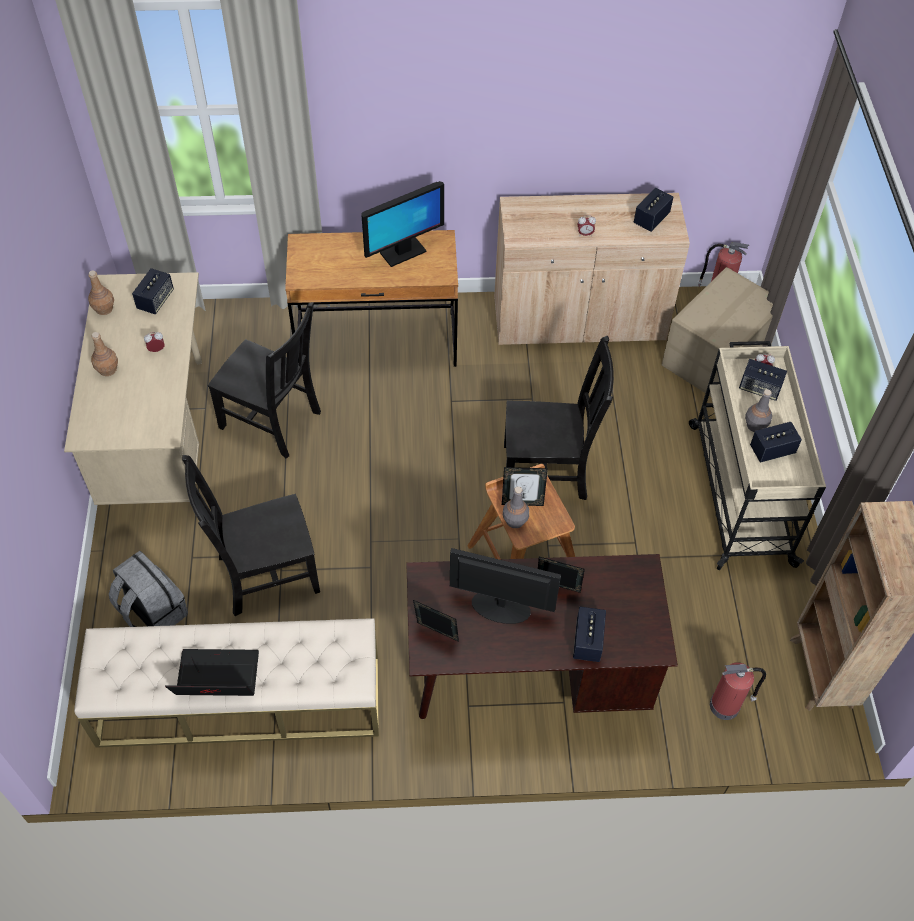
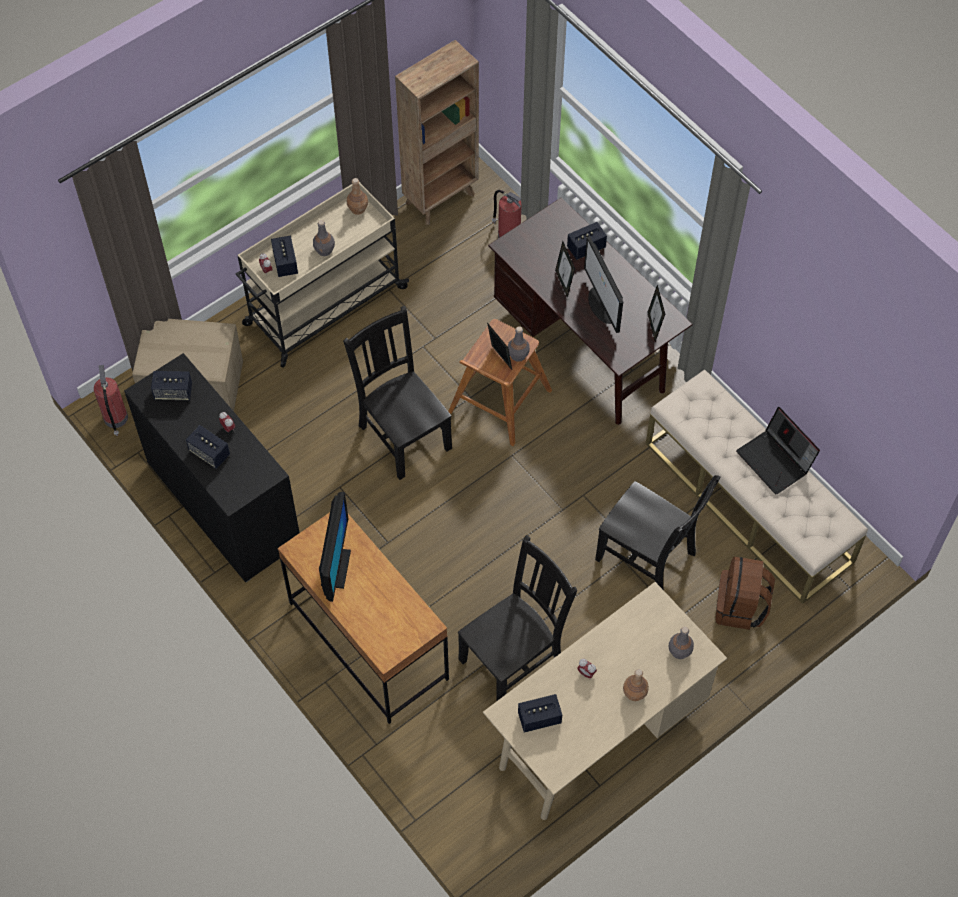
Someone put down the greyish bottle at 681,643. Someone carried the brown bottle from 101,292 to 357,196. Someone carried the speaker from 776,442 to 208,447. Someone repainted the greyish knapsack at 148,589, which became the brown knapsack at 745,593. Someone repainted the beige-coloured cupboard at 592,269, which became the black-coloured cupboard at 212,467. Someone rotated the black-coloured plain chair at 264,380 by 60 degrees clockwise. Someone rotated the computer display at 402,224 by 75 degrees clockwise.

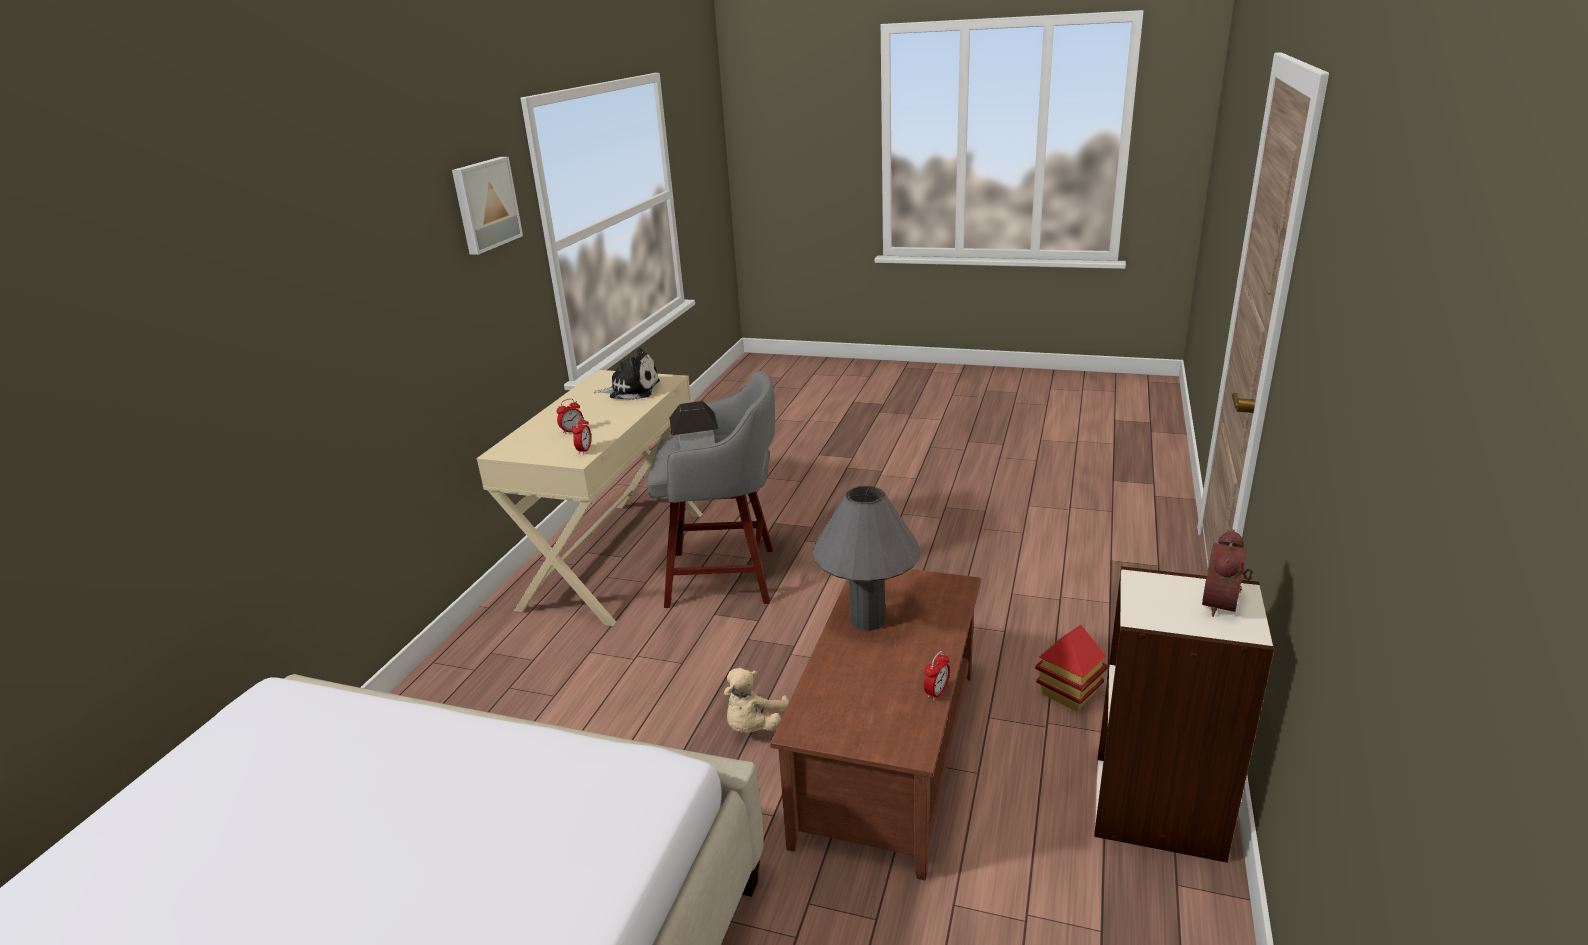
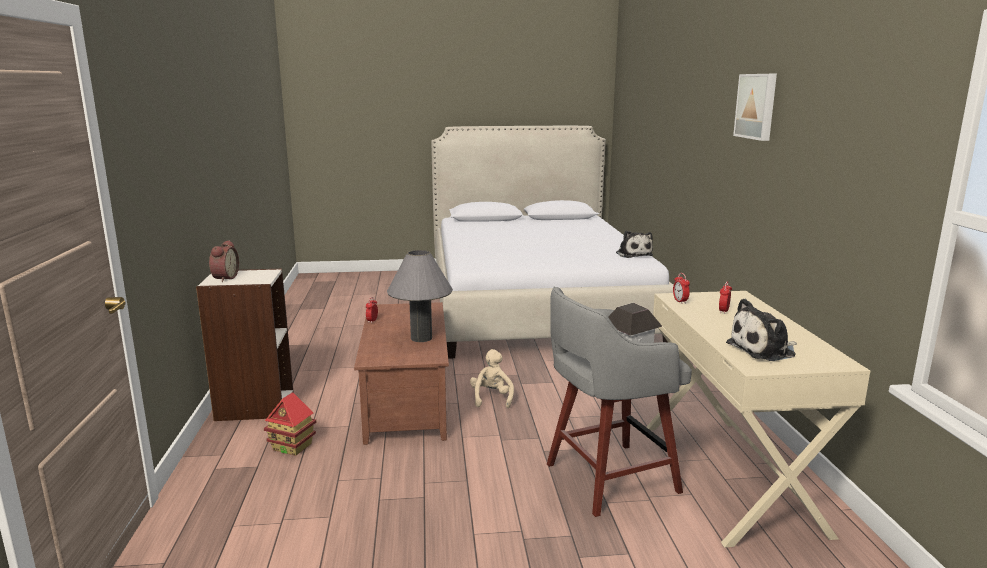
Someone put down the plush toy at 634,244. Someone carried the wall picture from 487,206 to 755,107.

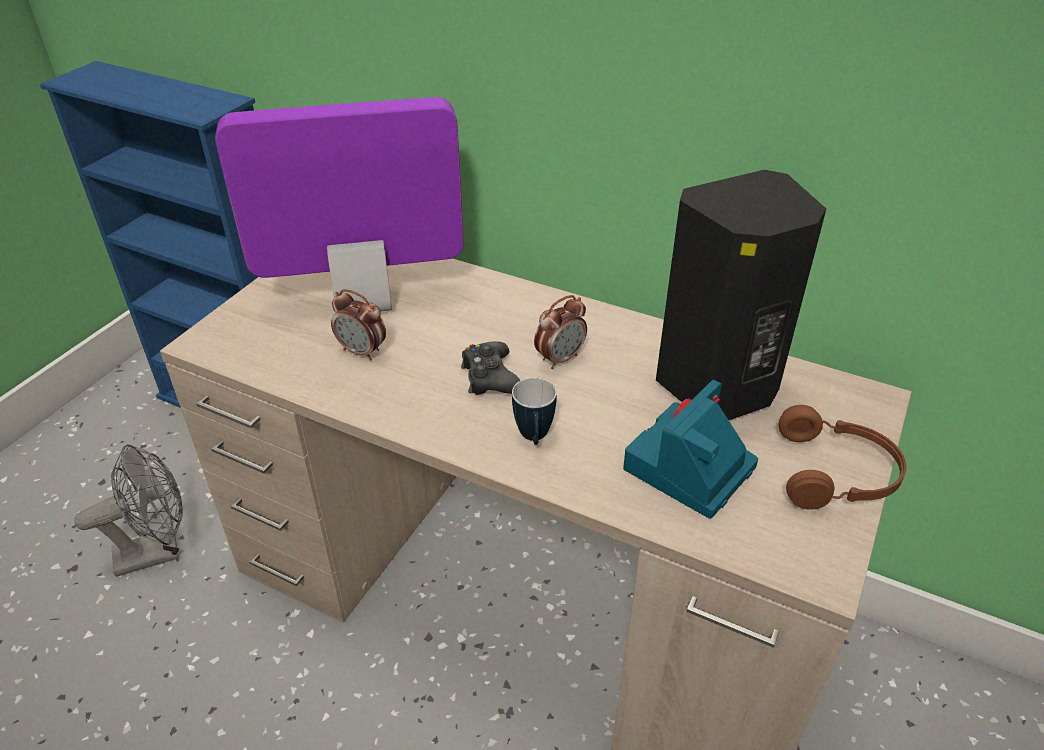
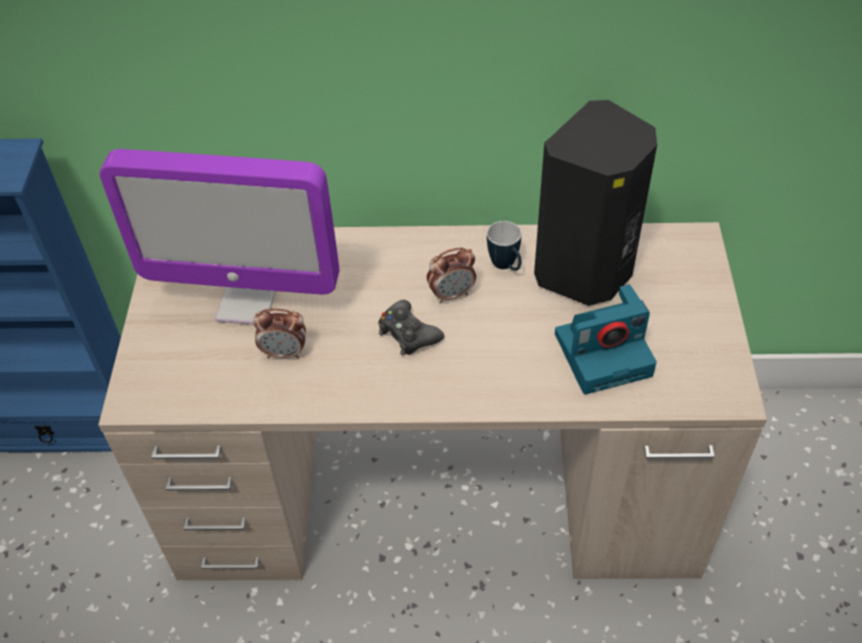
Someone took away the greyish fan at 128,510. Someone took away the brown headset at 842,457. Someone carried the mug from 534,411 to 504,246. Someone rotated the computer display at 339,204 by 135 degrees counterclockwise. Someone rotated the table clock at 560,332 by 45 degrees clockwise. Someone rotated the still camera at 690,449 by 120 degrees counterclockwise.

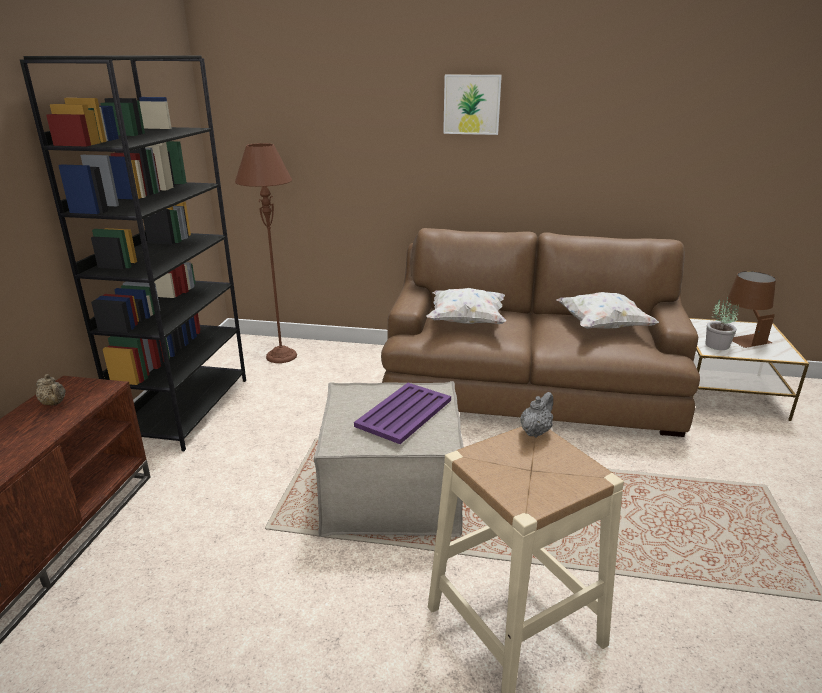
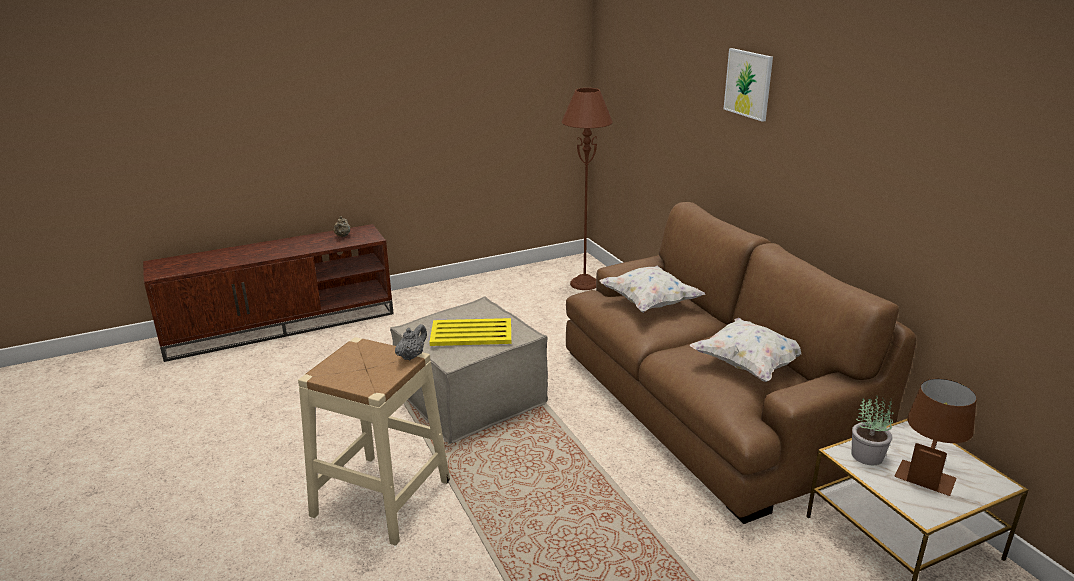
Someone took away the black-coloured shelving unit at 133,253. Someone repainted the purple tray at 402,413, which became the yellow-coloured tray at 470,332. Someone rotated the greyish pot for tea at 536,415 by 60 degrees counterclockwise.

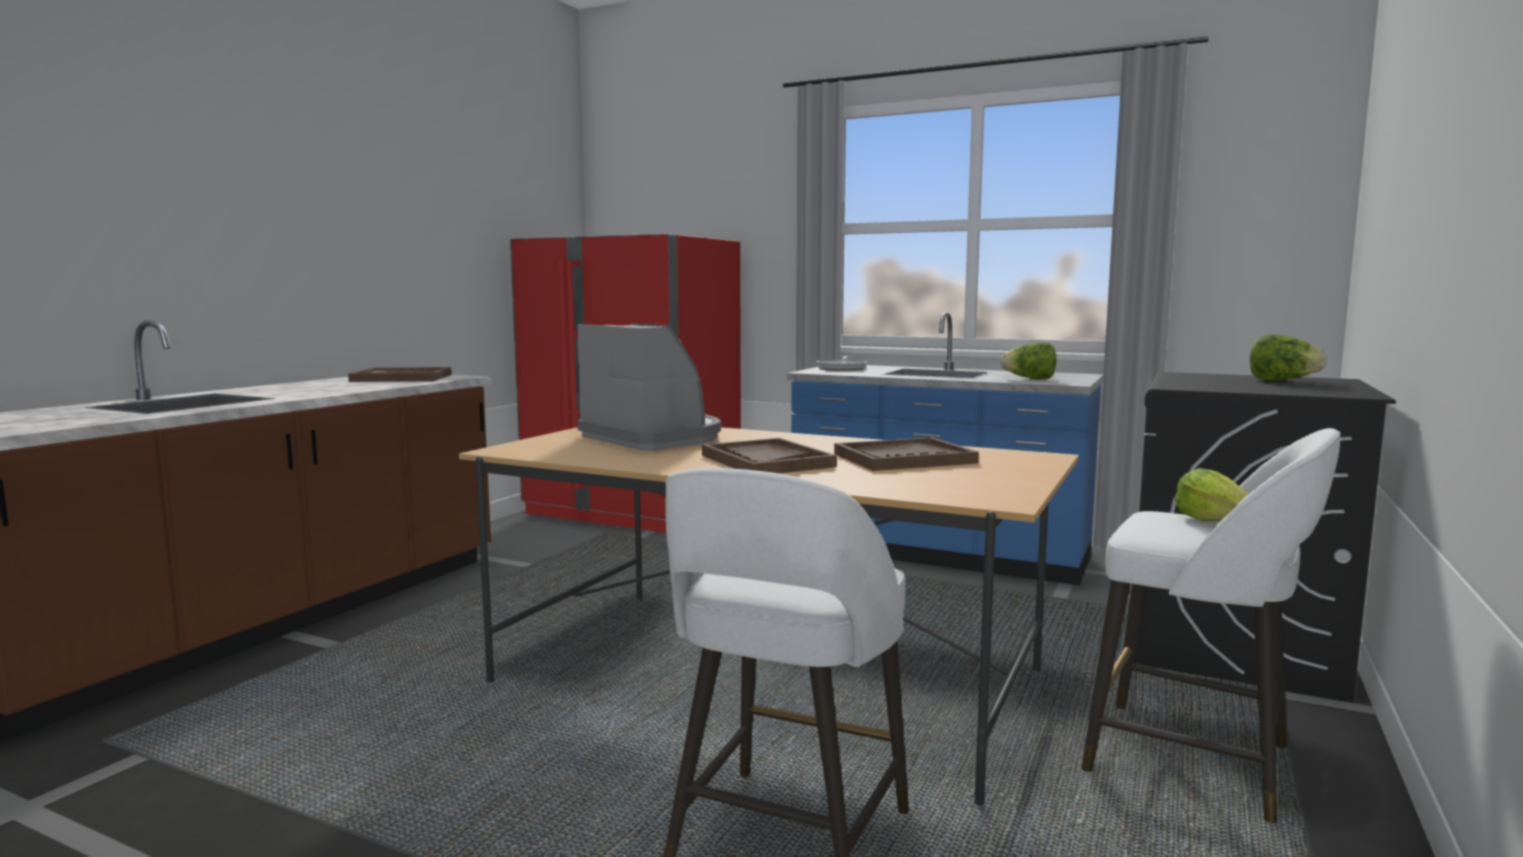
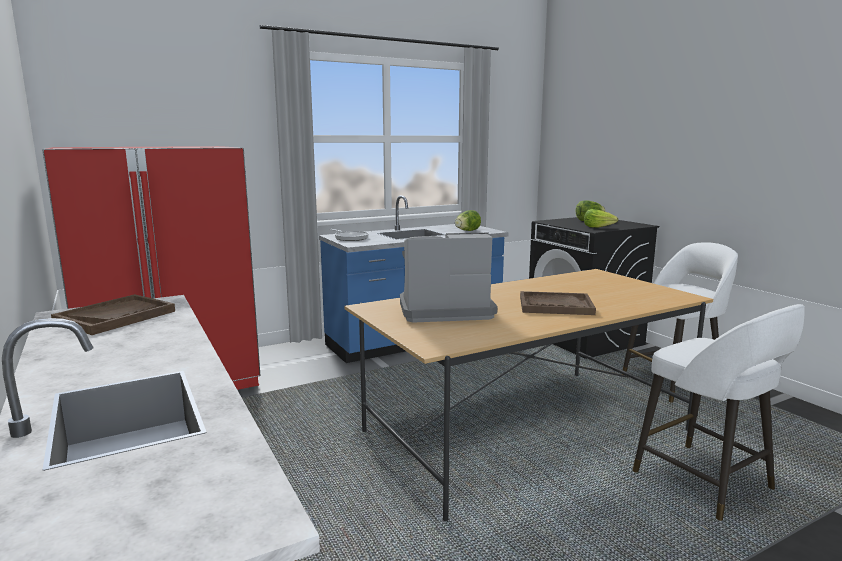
Someone took away the brown tray at 906,454. Someone carried the head of lettuce from 1211,494 to 601,218.

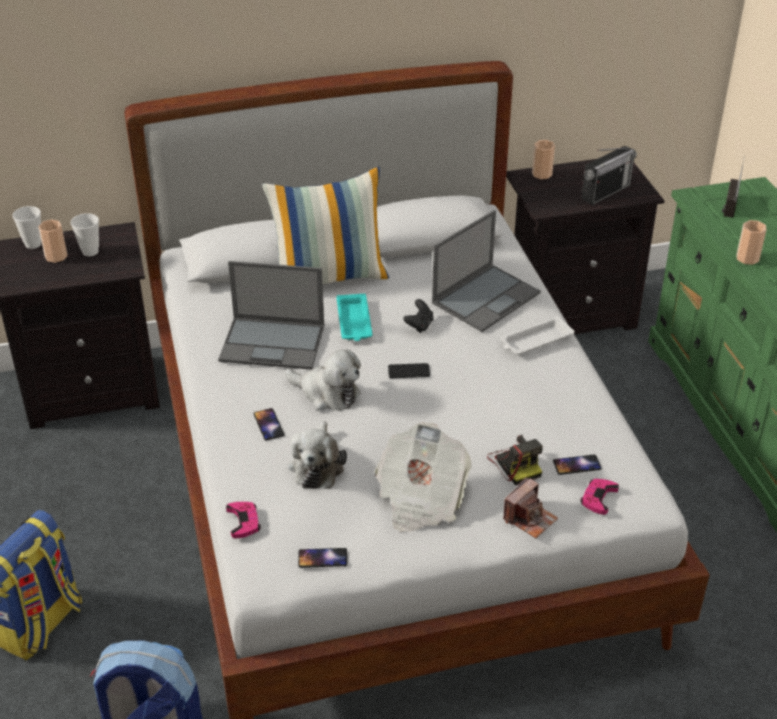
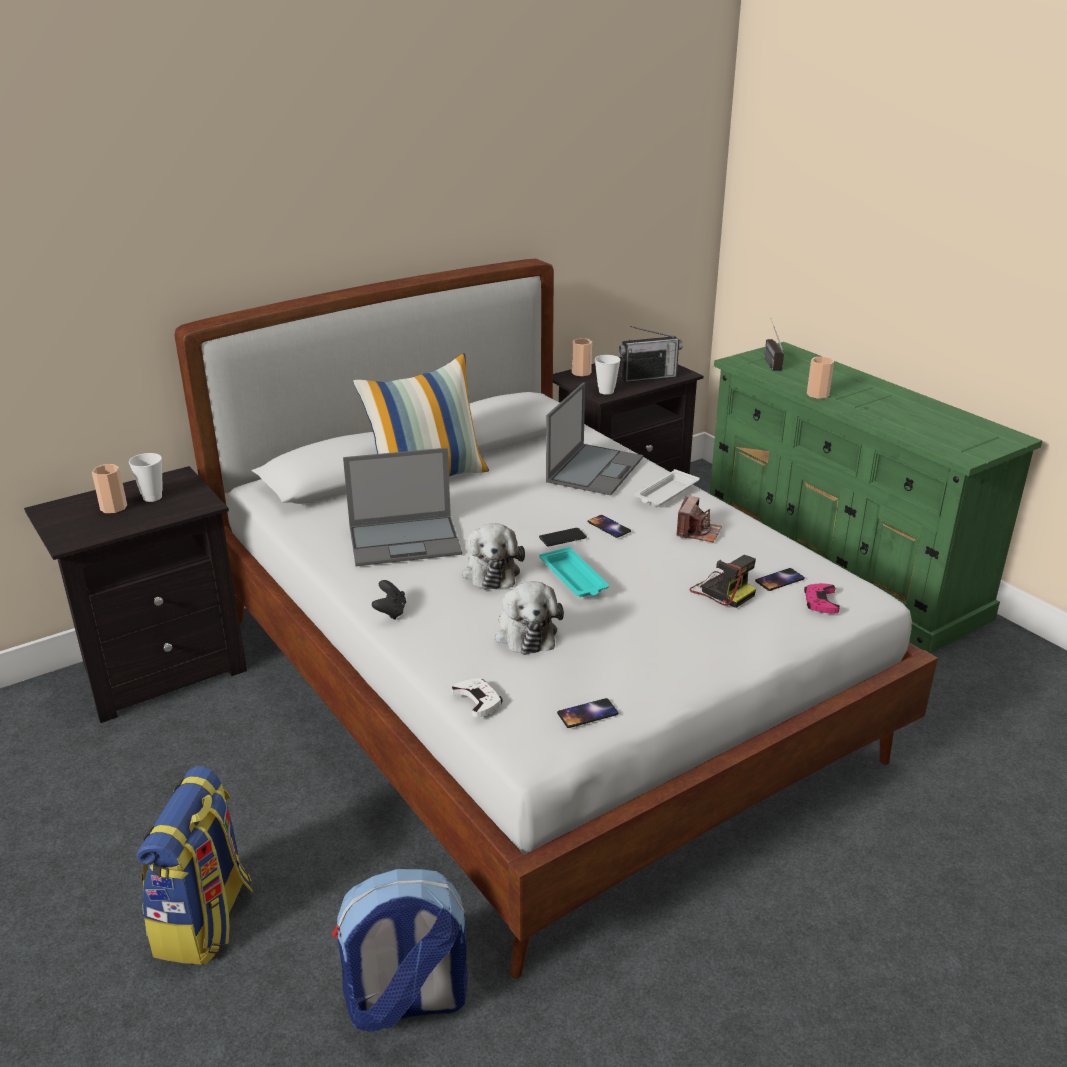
Someone took away the daily paper at 423,477. Someone carried the drinking cup from 27,227 to 608,375. Someone carried the handset from 268,424 to 609,526. Someone carried the turquoise-coloured tray from 354,317 to 574,572. Someone carried the black-coloured gamepad from 418,316 to 389,600. Someone carried the still camera from 530,507 to 699,519. Someone repainted the pinkish gamepad at 243,520, which became the white gamepad at 477,698. Someone rotated the plush toy at 323,380 by 75 degrees clockwise. Someone rotated the radio receiver at 609,175 by 45 degrees clockwise.

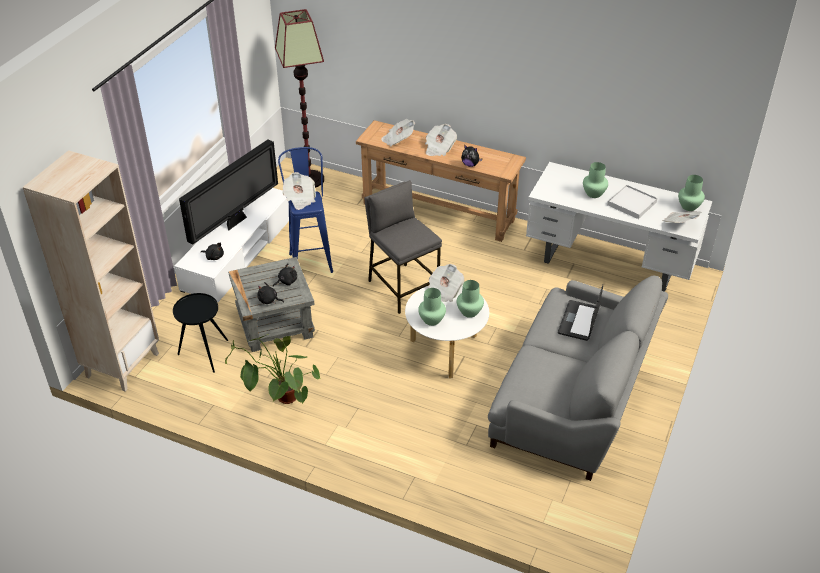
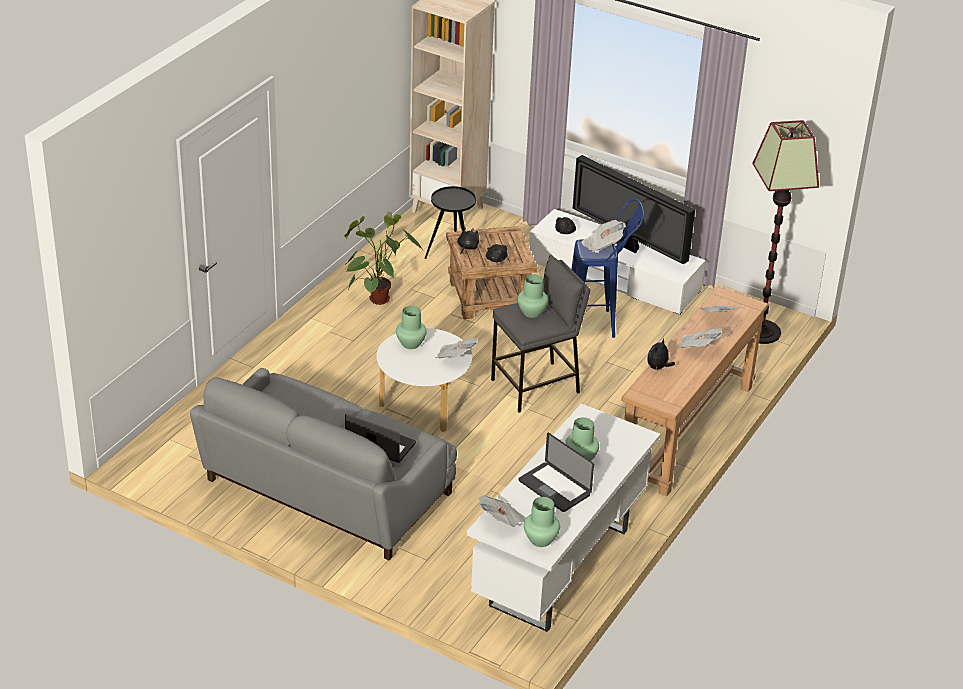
Someone carried the green decorative vase from 470,299 to 533,296. Someone swapped the white tray at 632,202 for the laptop at 556,472. Someone repainted the greyish side table at 271,304, which became the brown side table at 492,272.

